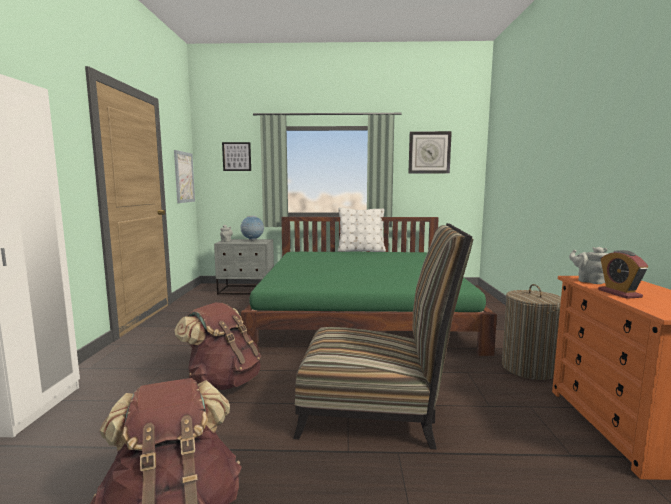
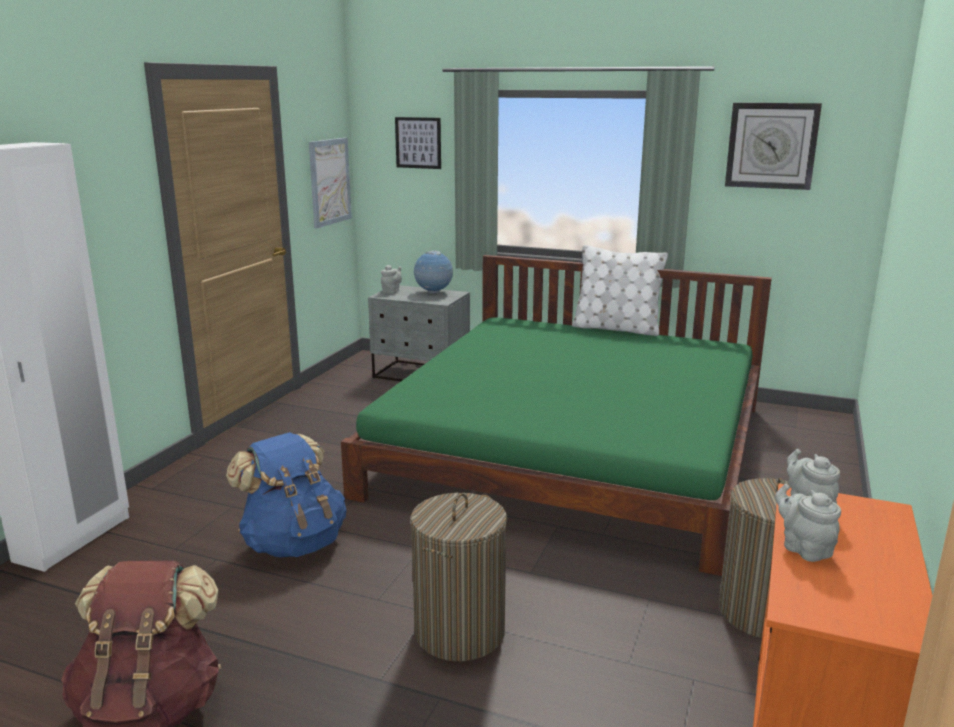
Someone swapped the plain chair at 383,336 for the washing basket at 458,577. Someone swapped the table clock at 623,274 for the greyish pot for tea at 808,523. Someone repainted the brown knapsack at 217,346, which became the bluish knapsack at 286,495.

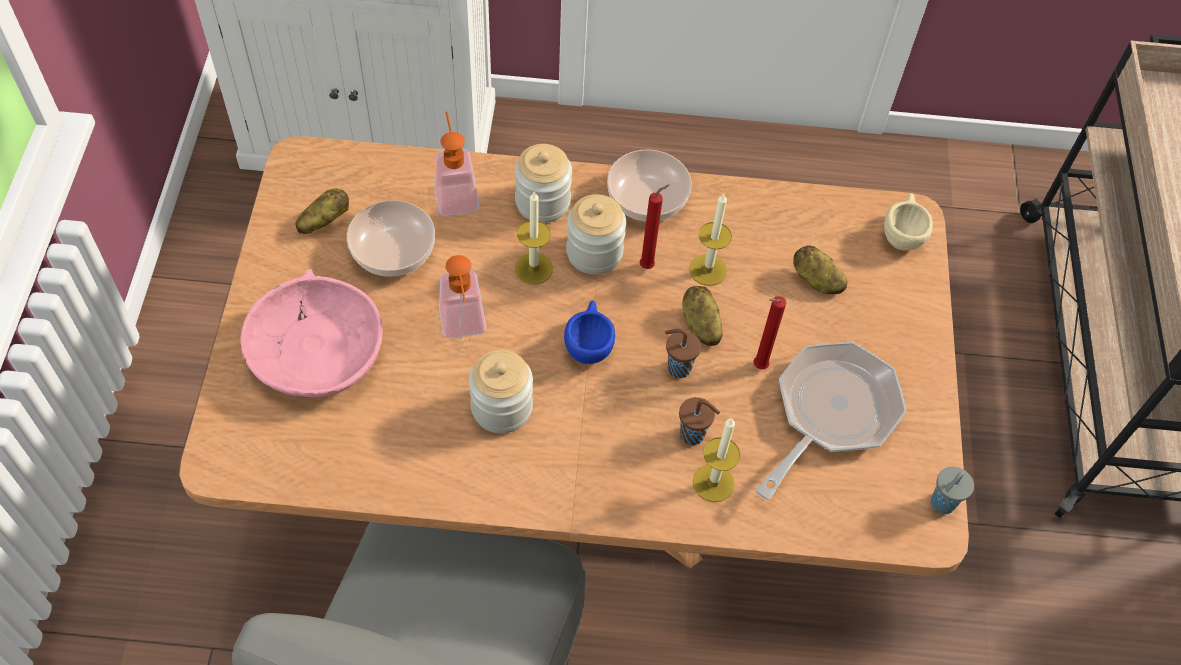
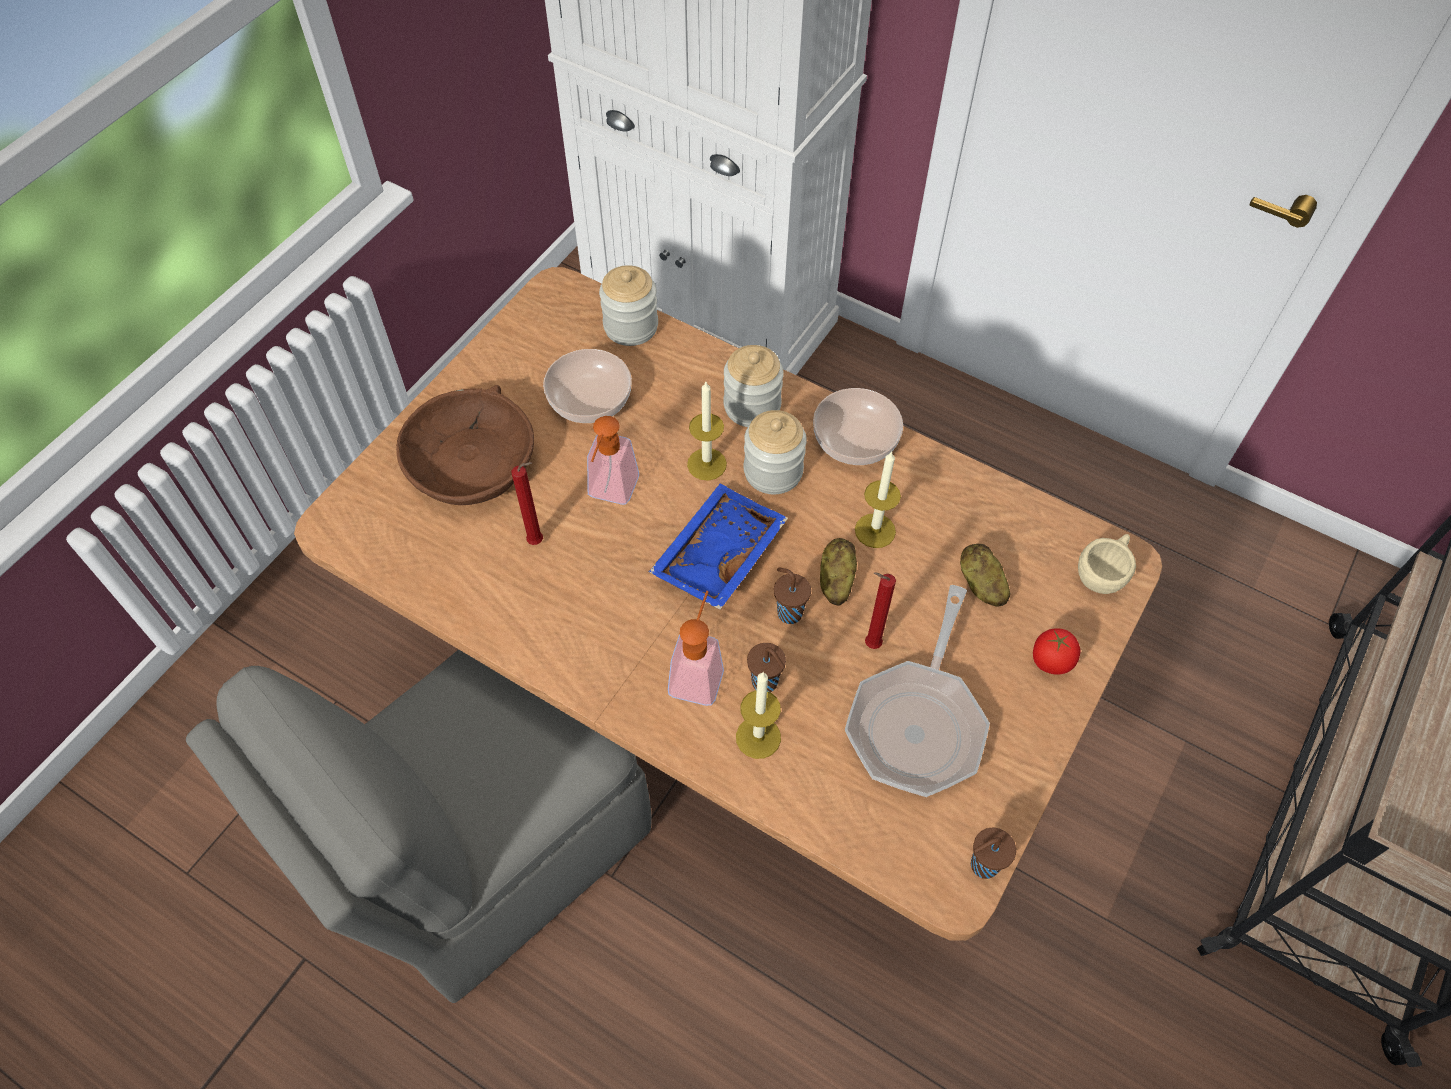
Someone took away the spud at 322,211. Someone put down the fresh tomato at 1056,652. Someone carried the liquid soap bottle from 456,163 to 696,648. Someone carried the storage jar from 501,391 to 628,305. Someone carried the red-coloured wax light from 655,226 to 527,503. Someone swapped the bluish drinking cup at 589,332 for the bluish tray at 718,546. Someone repainted the pinkish serving bowl at 311,333, which became the brown serving bowl at 465,445. Someone repainted the greyish drinking cup at 952,490, which became the brown drinking cup at 993,853. Someone rotated the skillet at 831,421 by 135 degrees clockwise.

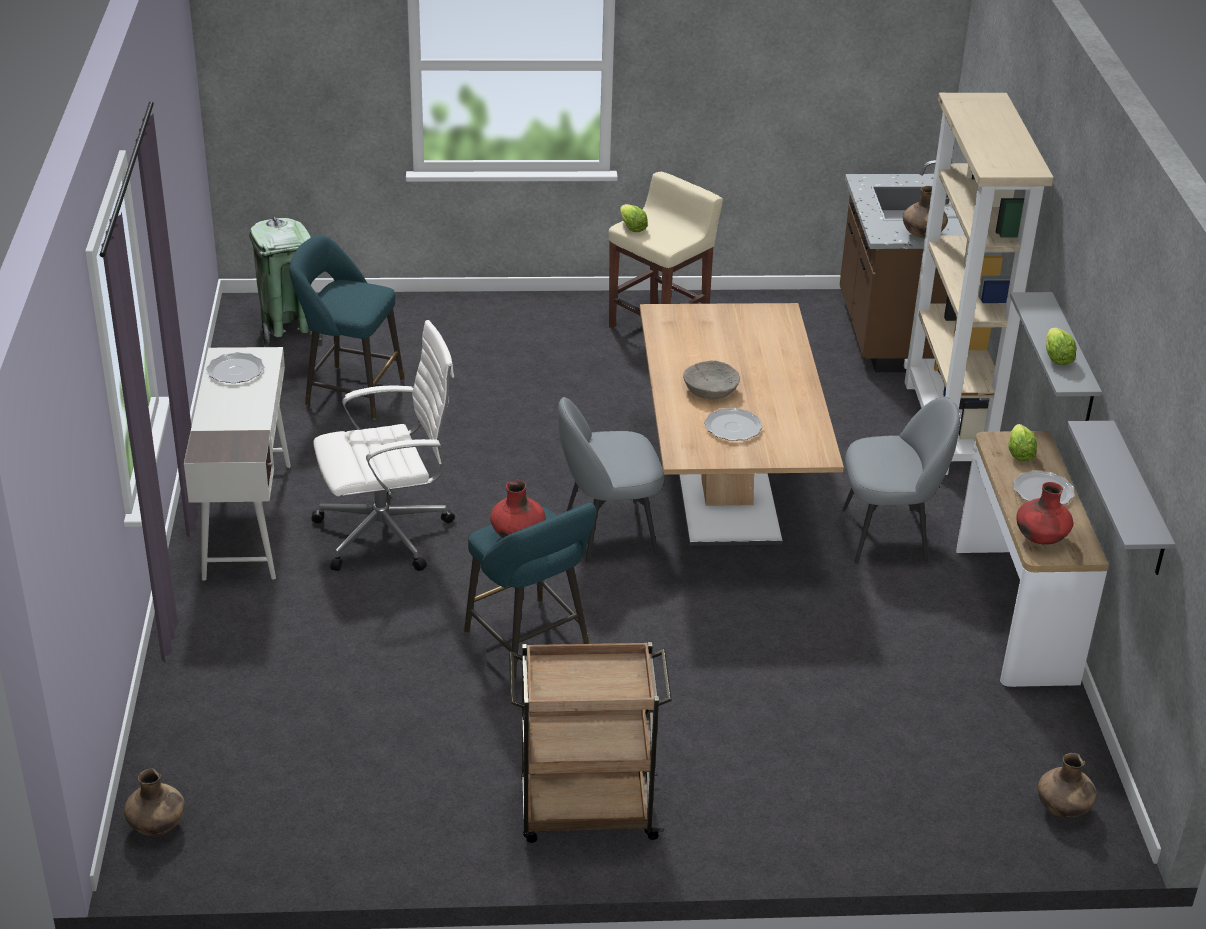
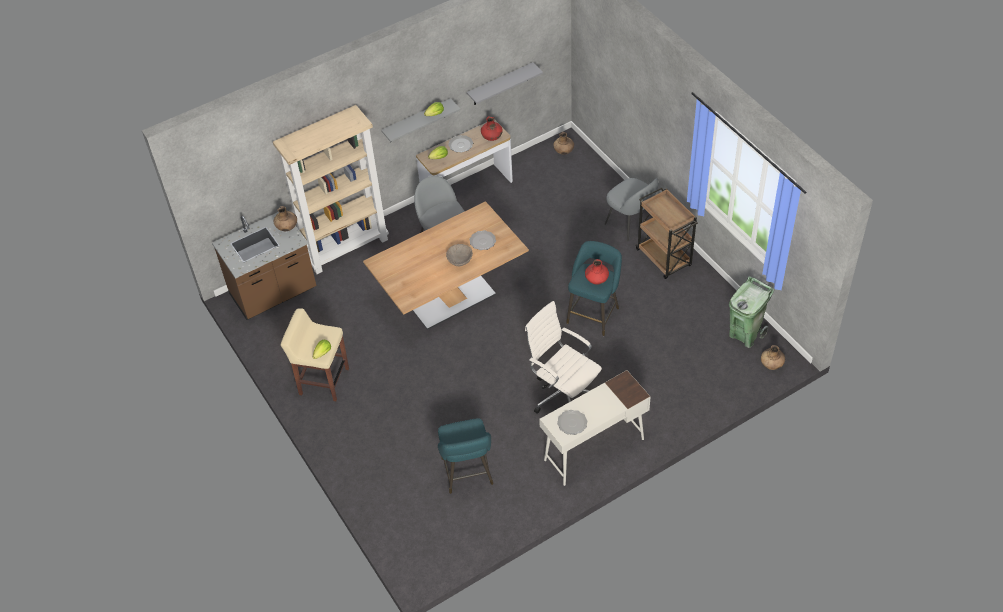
Someone carried the green trash can from 285,282 to 752,312. Someone carried the greyish plain chair from 611,480 to 631,209.

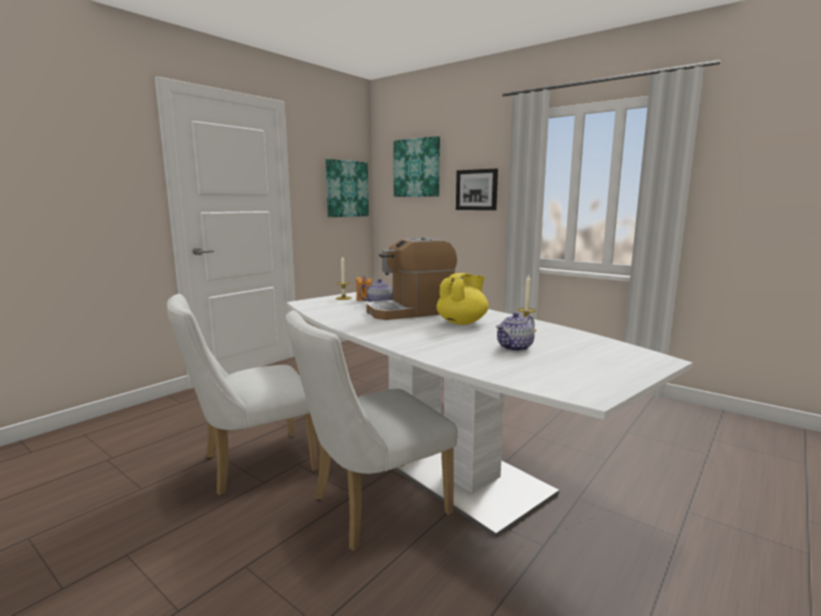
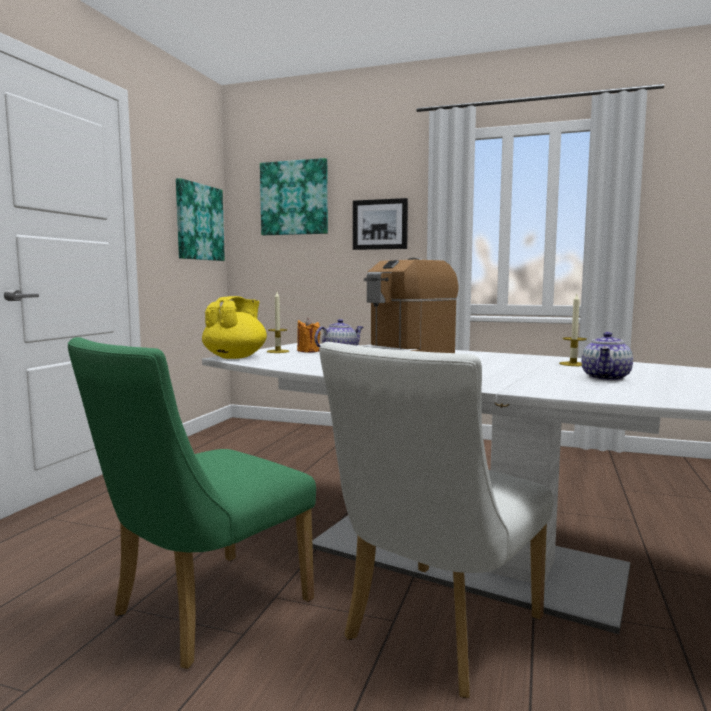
Someone carried the yellow-coloured pot for tea from 462,299 to 234,327. Someone repainted the white plain chair at 243,394, which became the green plain chair at 192,503.

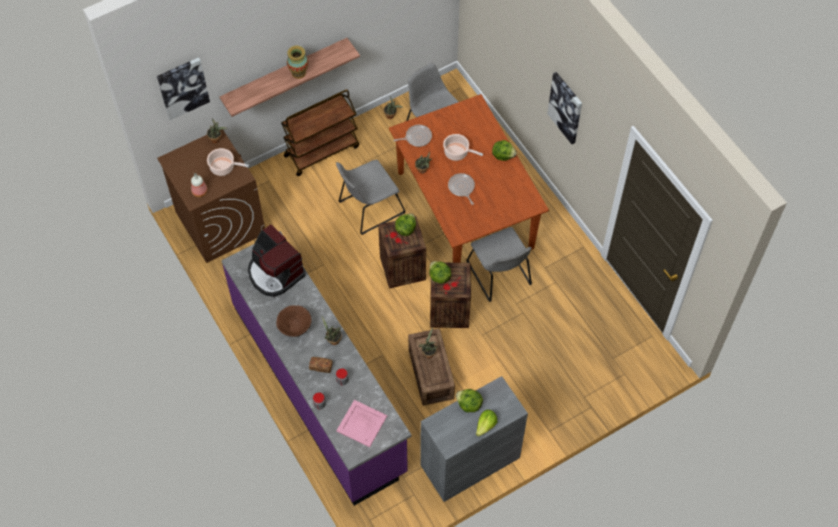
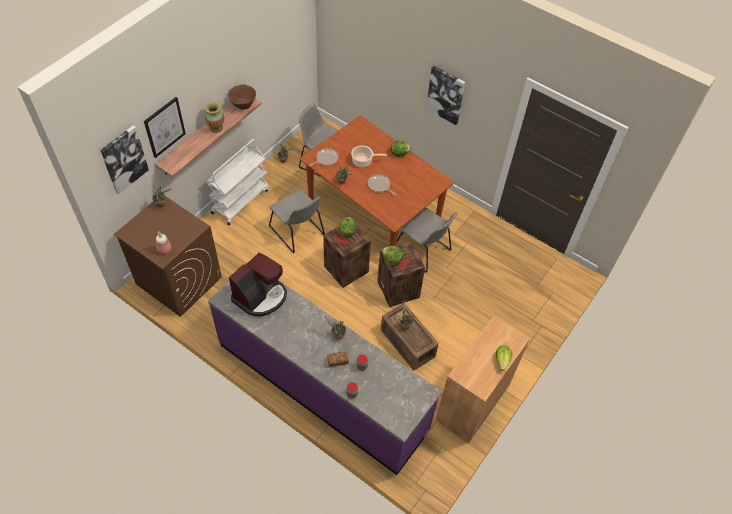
Someone took away the saucepot at 228,162. Someone took away the pinkish tray at 361,423. Someone took away the head of lettuce at 469,400. Someone put up the wall picture at 165,127. Someone carried the brown serving bowl from 293,321 to 242,97. Someone repainted the brown wheeled cart at 320,132, which became the white wheeled cart at 237,182. Someone repainted the greyish cupboard at 474,439, which became the brown cupboard at 482,379. Someone rotated the coffee machine at 277,260 by 75 degrees counterclockwise. Someone rotated the greyish plain chair at 370,197 by 75 degrees counterclockwise.

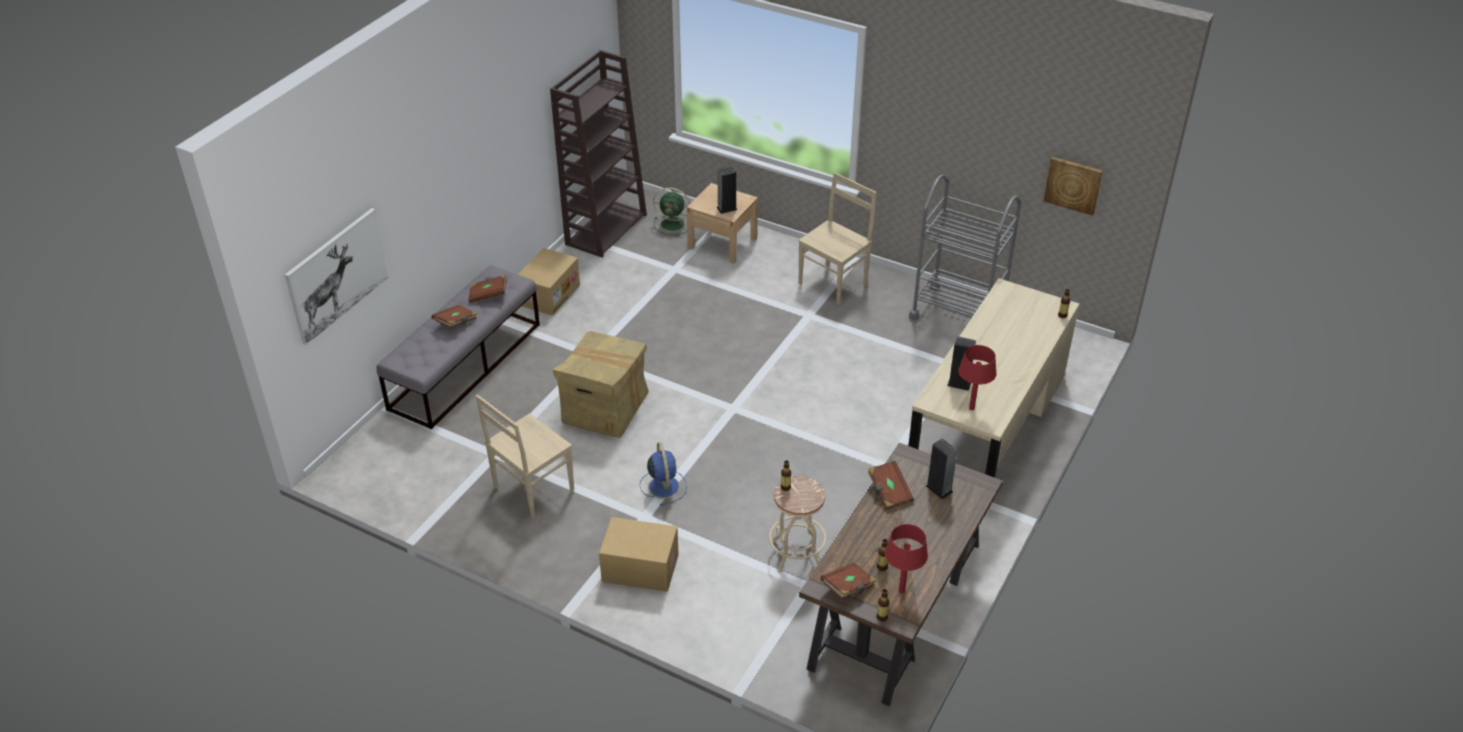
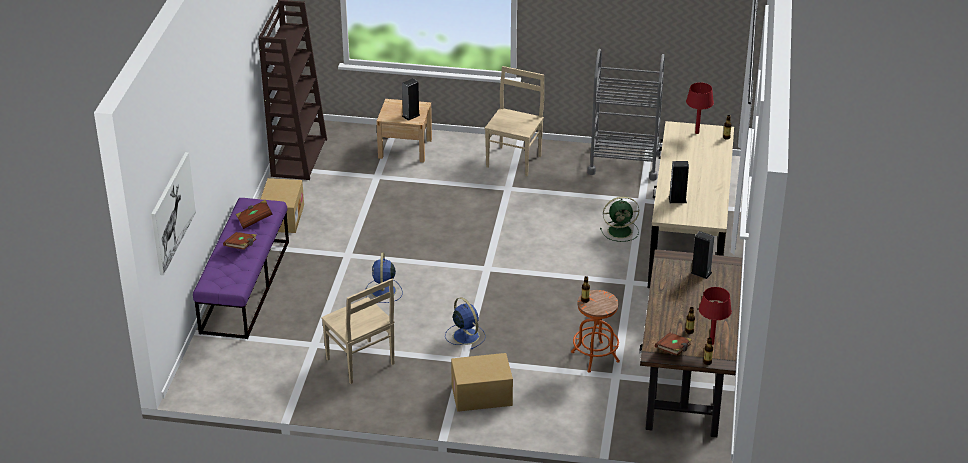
Someone took away the brown bound book at 891,485. Someone took away the wall picture at 1073,186. Someone carried the green fan from 671,211 to 619,219. Someone carried the red-coloured lamp for a table from 977,377 to 700,108. Someone swapped the carton at 600,384 for the bluish fan at 384,277. Someone repainted the greyish bench at 458,347, which became the purple bench at 241,268. Someone repainted the beige-coloured stool seat at 797,524, which became the orange stool seat at 595,331. Someone rotated the beige-coloured plain chair at 525,456 by 60 degrees counterclockwise.

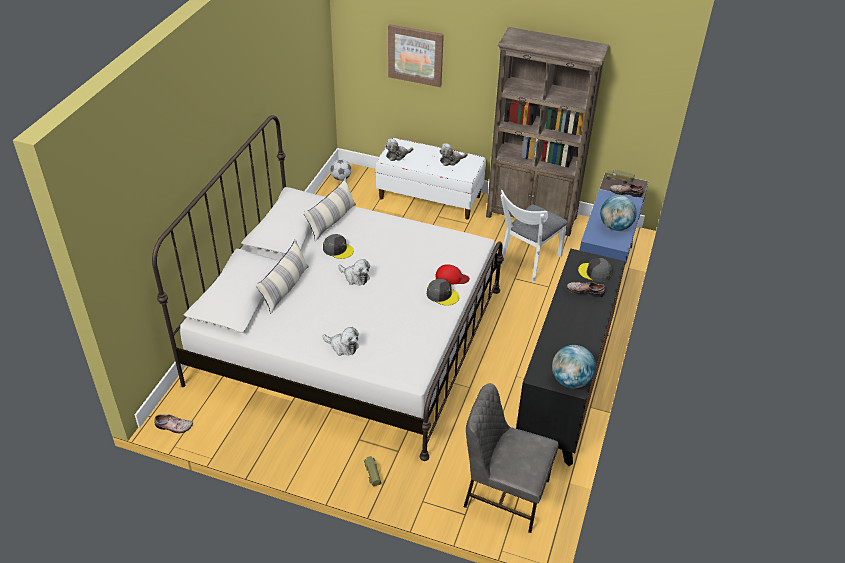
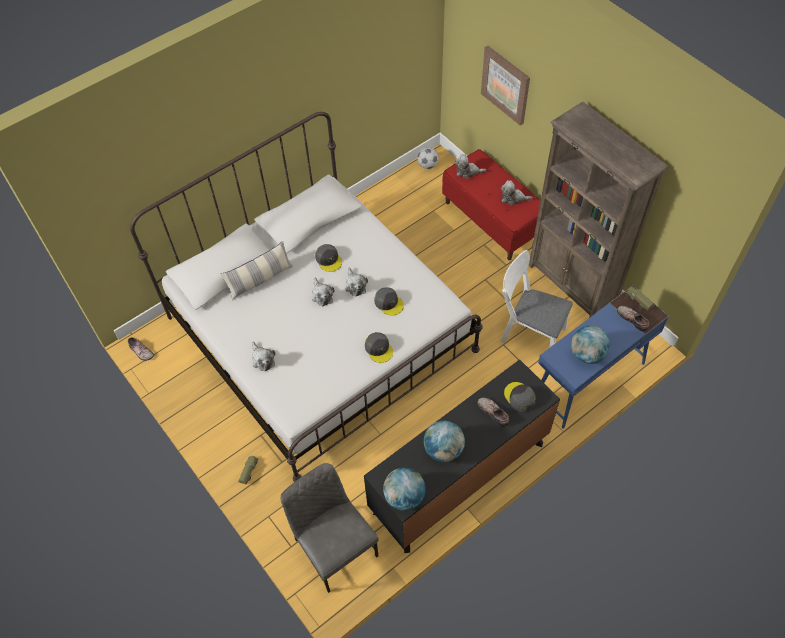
Someone took away the cushion at 329,209. Someone took away the red-coloured cap at 452,274. Someone put down the plush toy at 356,282. Someone put down the greyish cap at 389,301. Someone put down the world globe at 444,441. Someone repainted the white bench at 431,178, which became the red-coloured bench at 491,204. Someone rotated the white plain chair at 534,236 by 45 degrees clockwise.

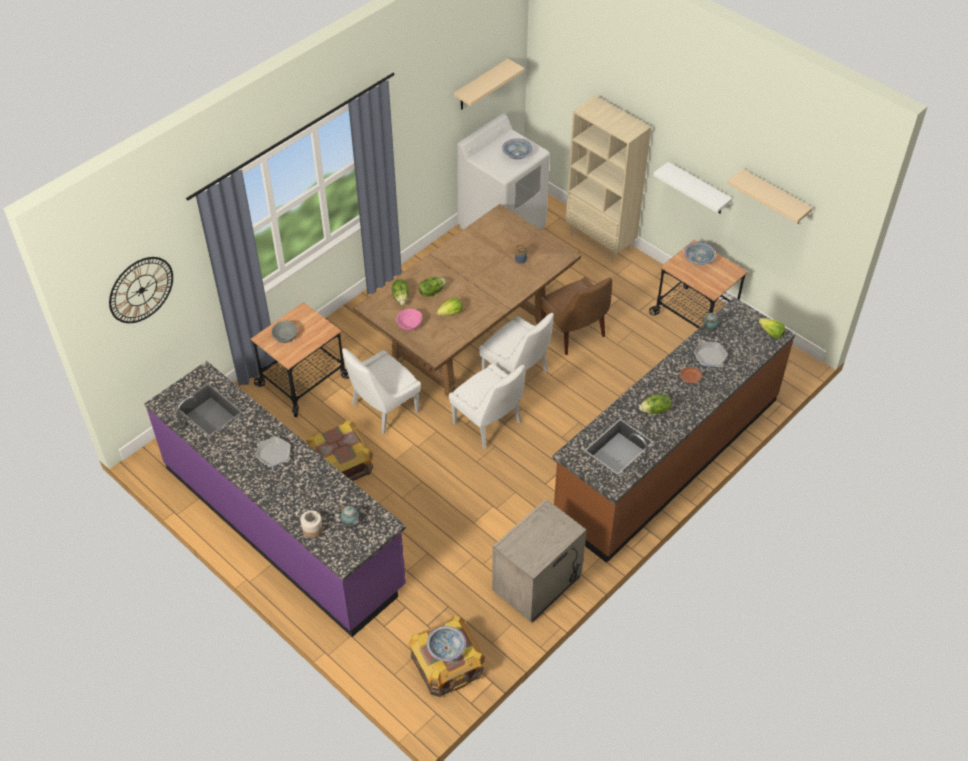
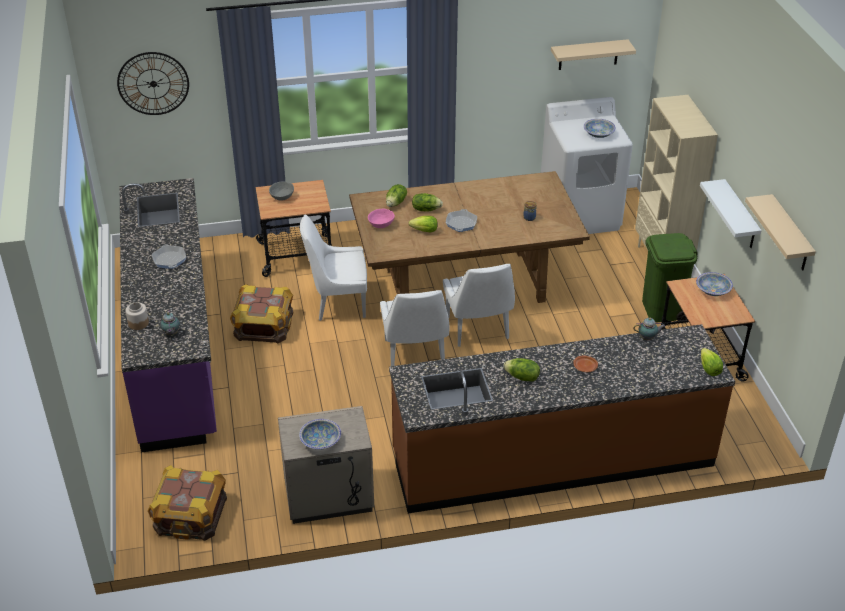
Someone took away the brown plain chair at 575,316. Someone put down the green trash can at 670,277. Someone carried the serving bowl from 446,643 to 320,434. Someone carried the skillet from 711,353 to 461,220.

